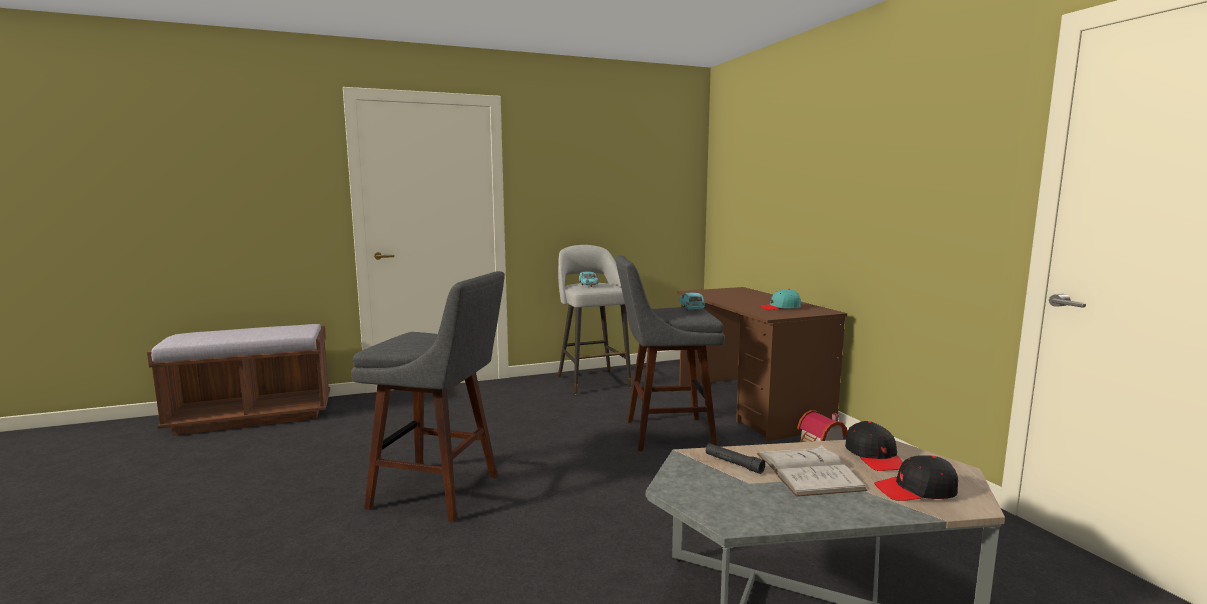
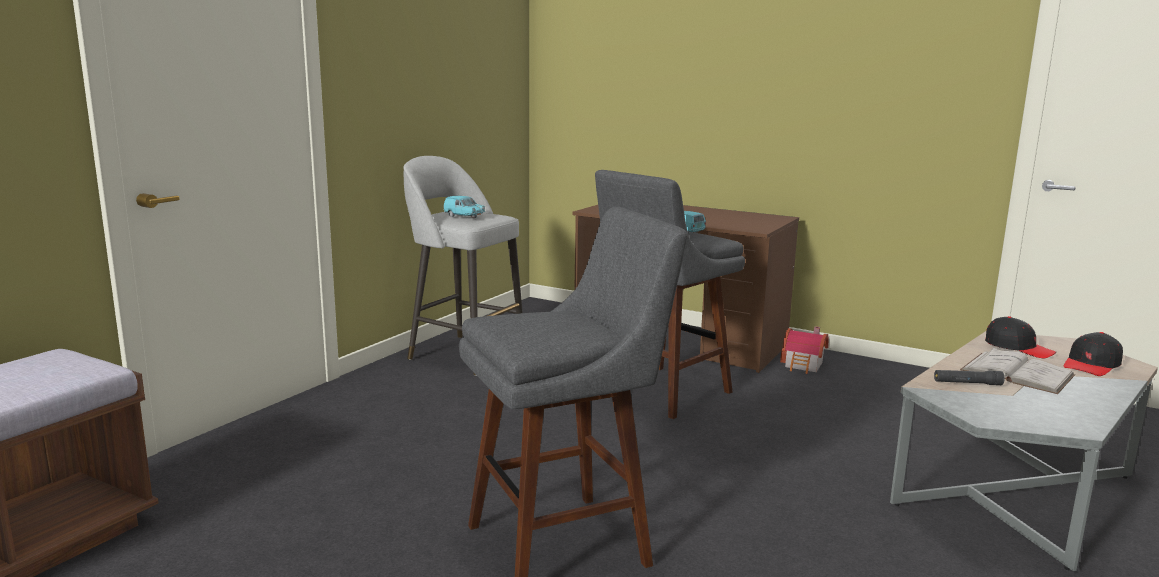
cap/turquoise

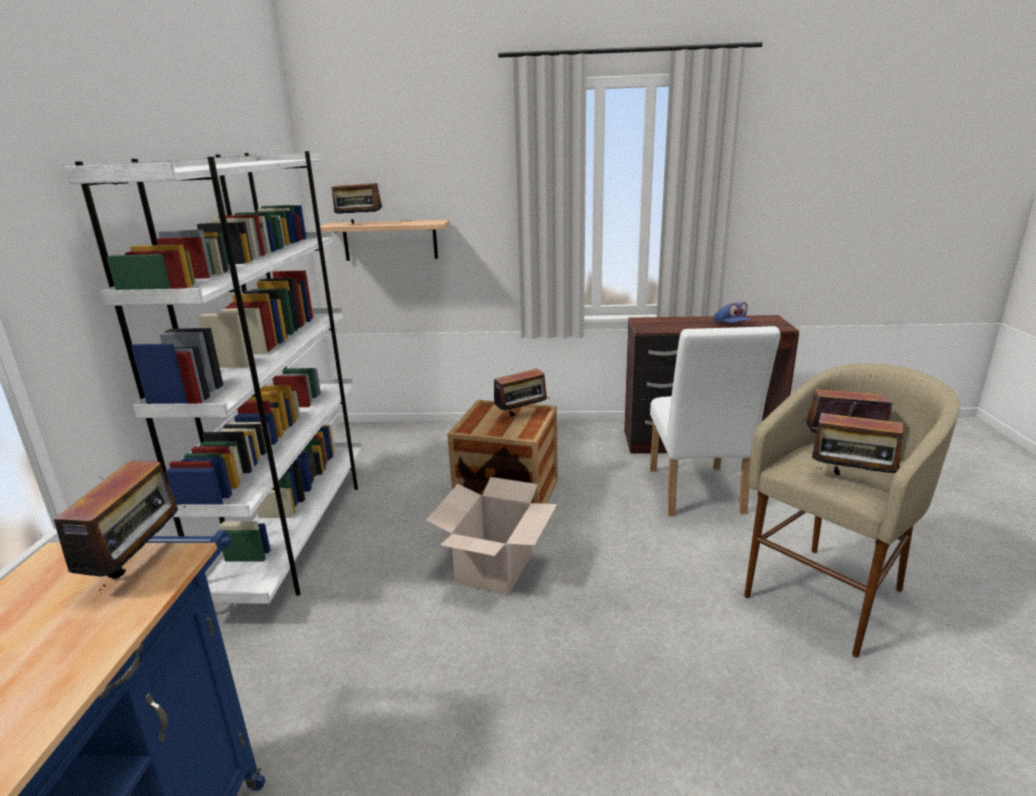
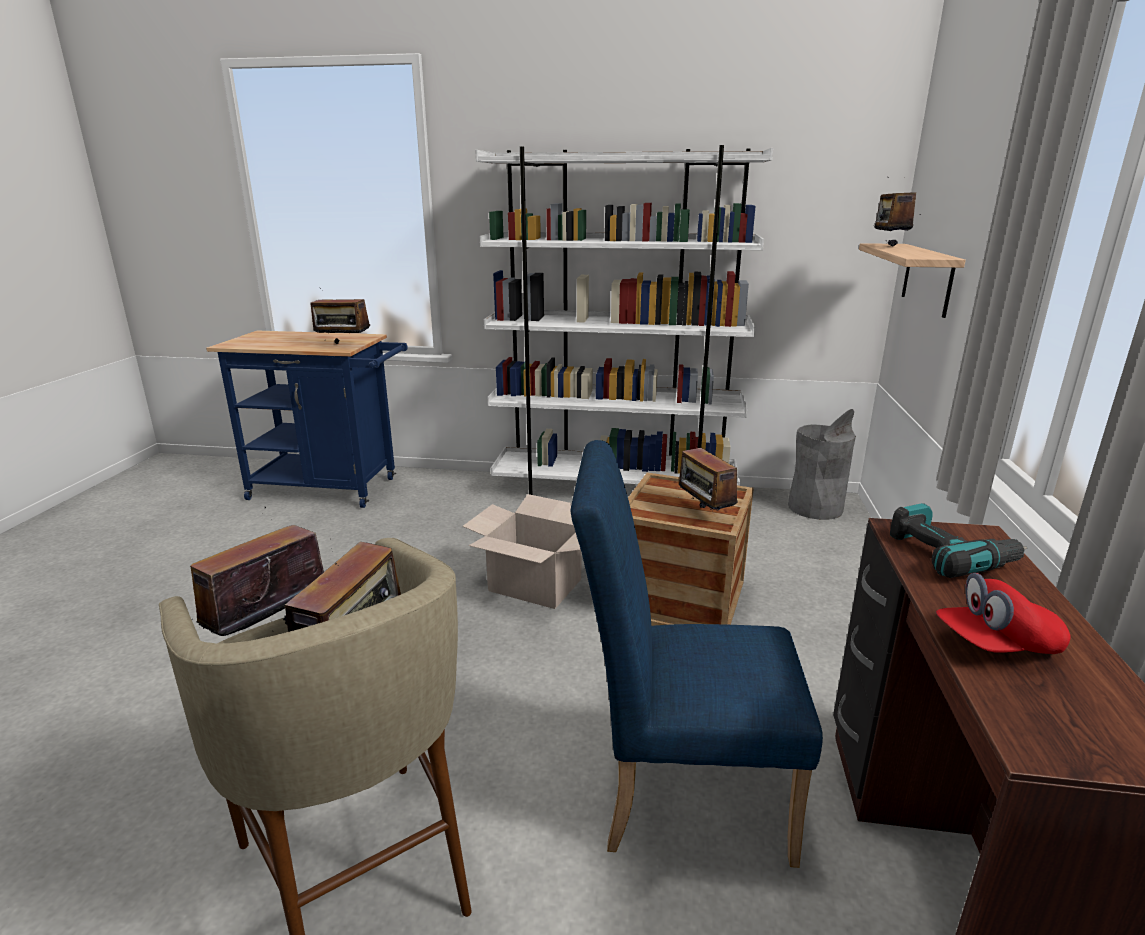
chair/blue
trash can/grey
power drill
cap/red

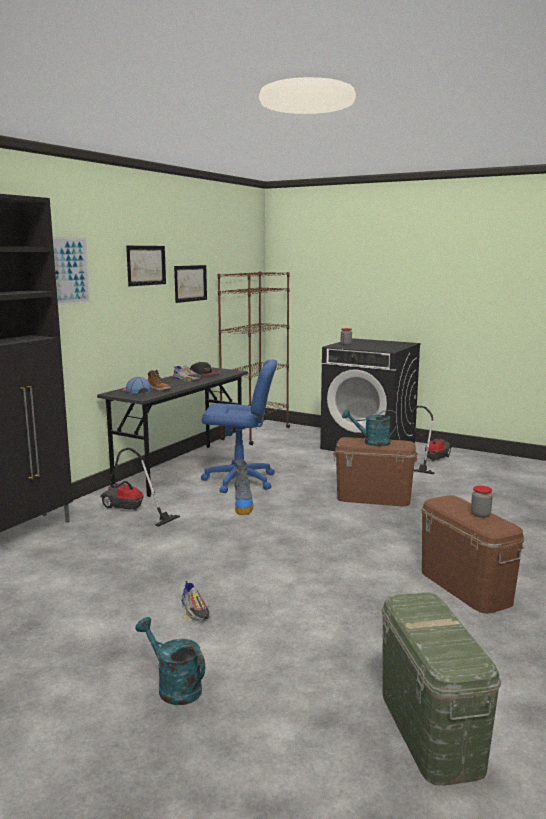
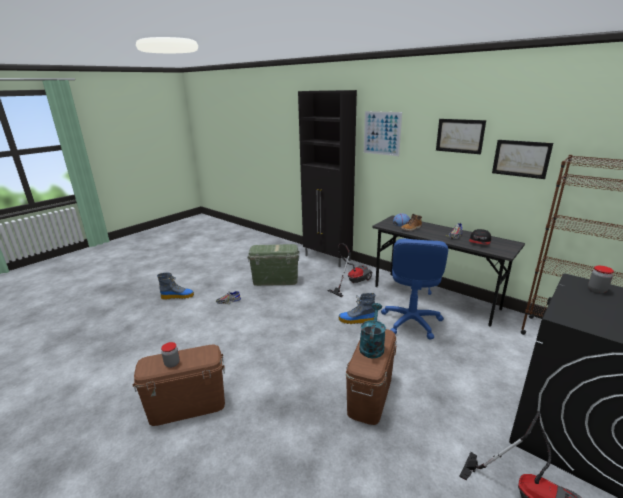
boot (1st from left)
storage box/green

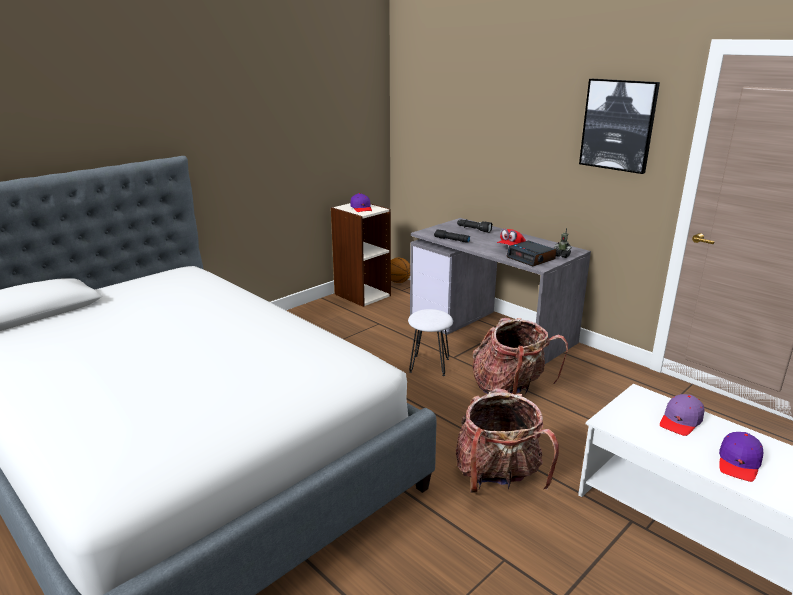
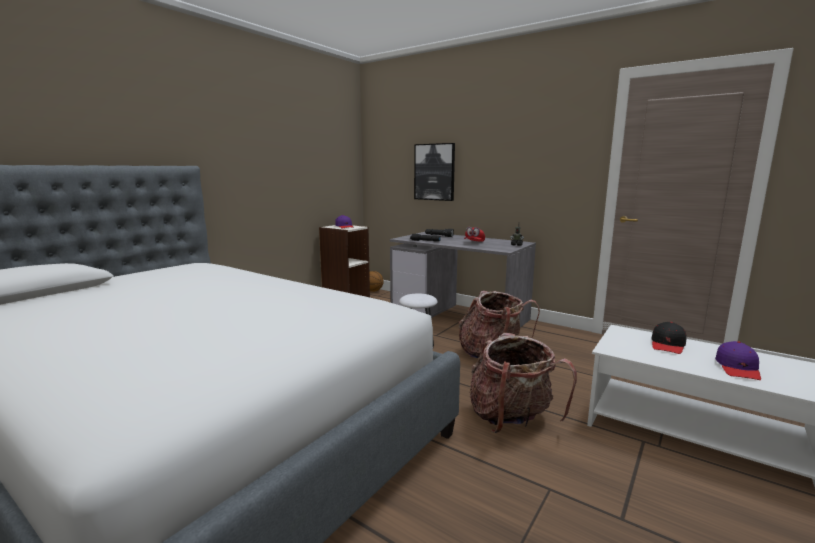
picture
cap/black
alarm clock

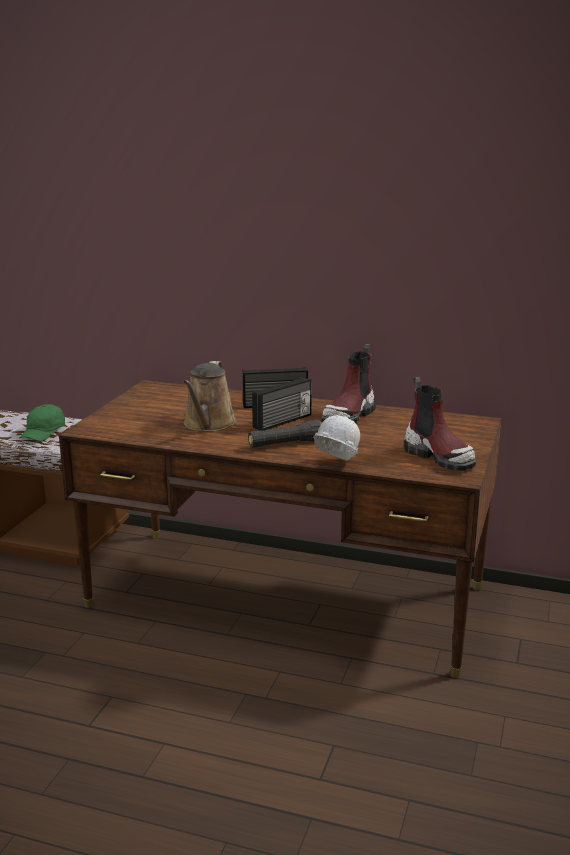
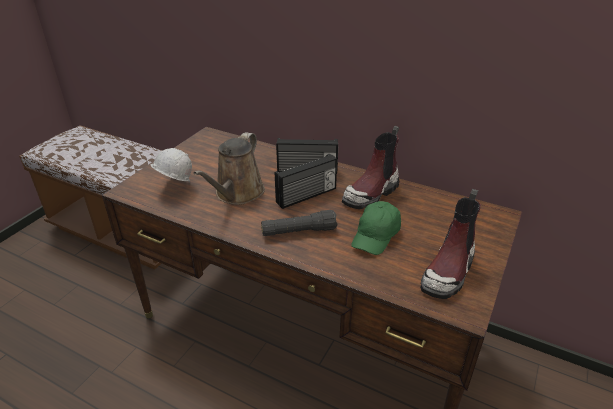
hard hat/white
cap/green
boot (2nd from left)

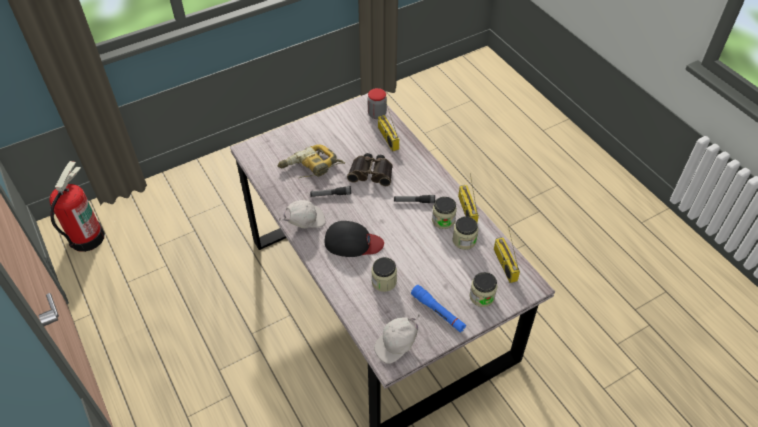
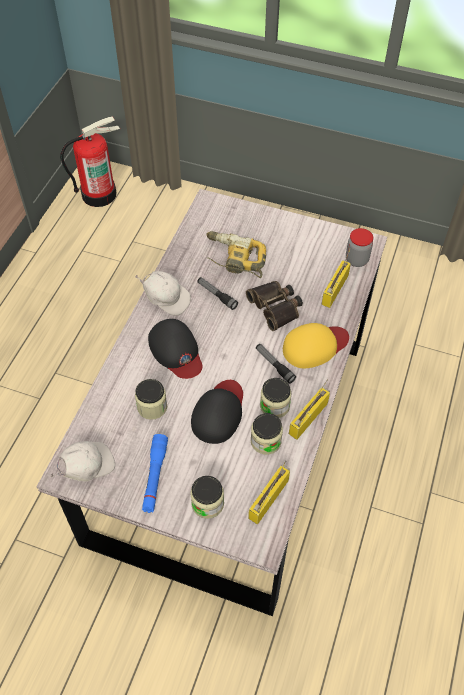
cap/white (1st from left)
cap/black (2nd from left)
cap/yellow

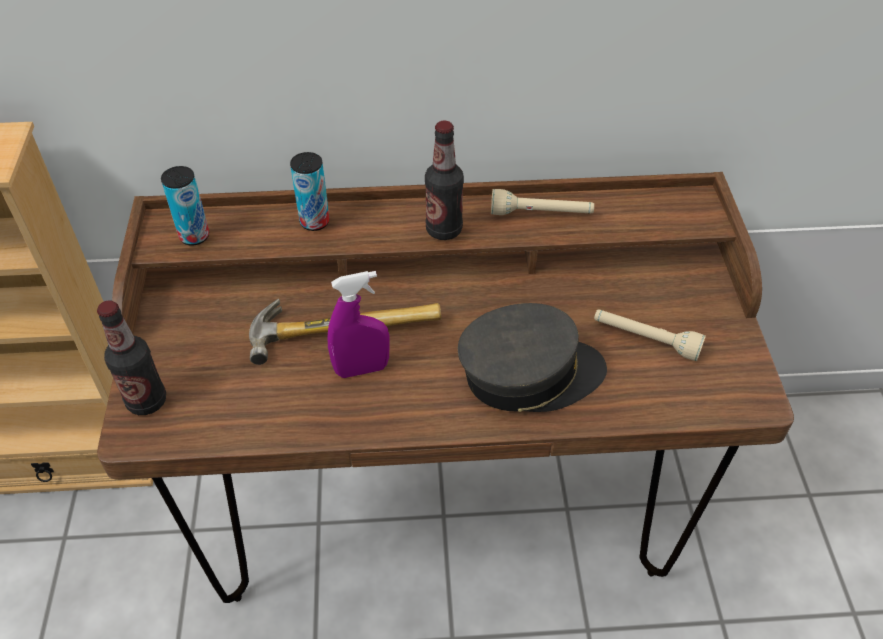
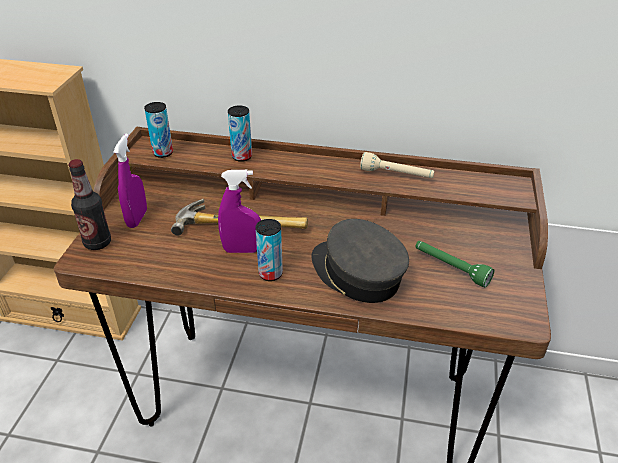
spray bottle/purple (1st from left)
can (3rd from left)
cap/grey
flashlight/green
bottle (2nd from left in the first image)

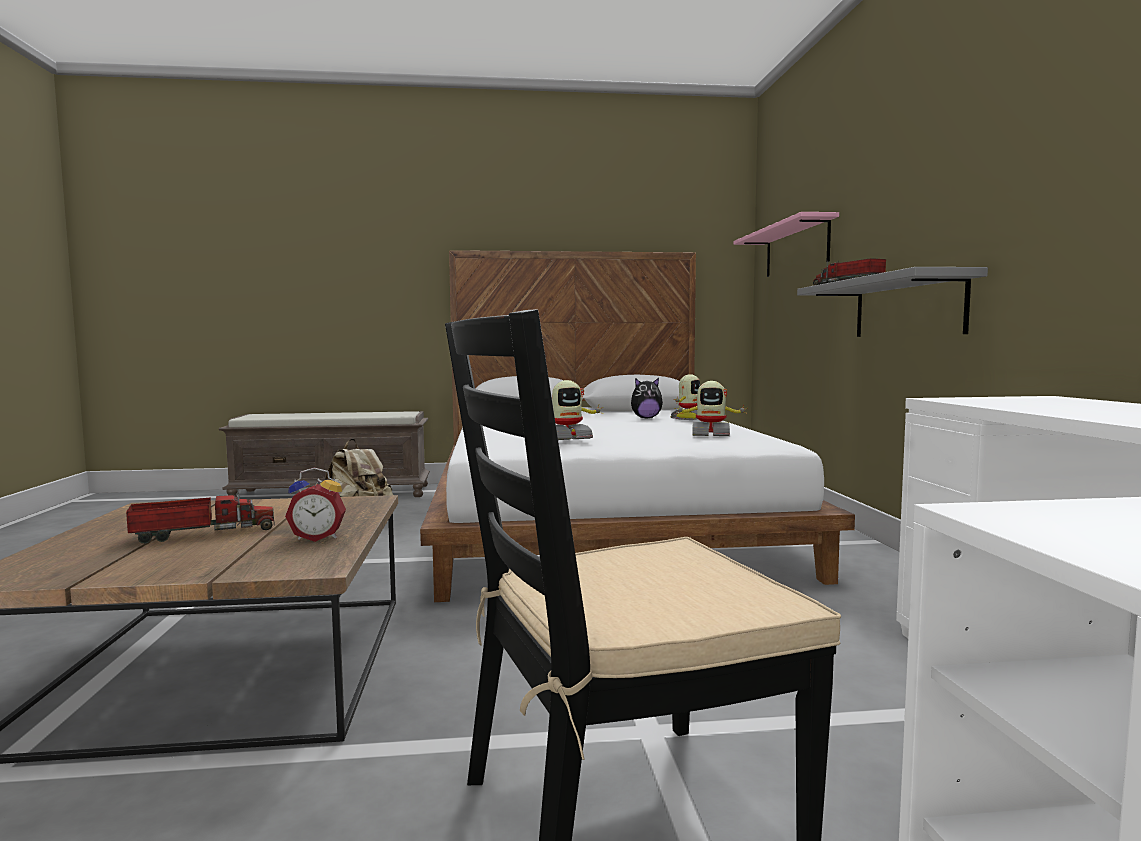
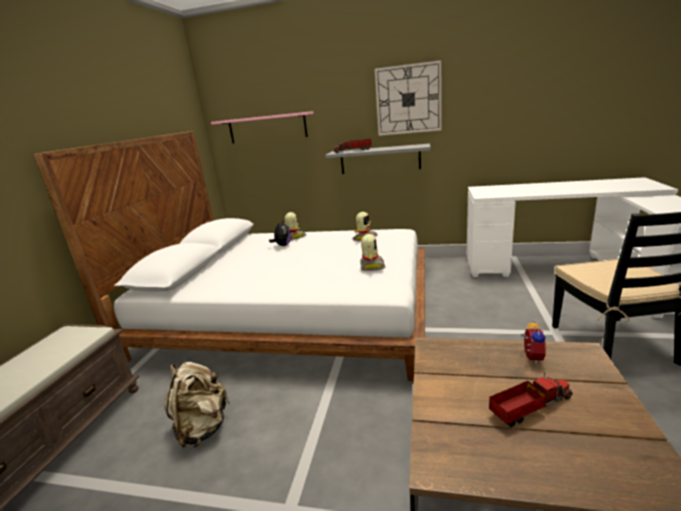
wall clock
toy truck (2nd from left)

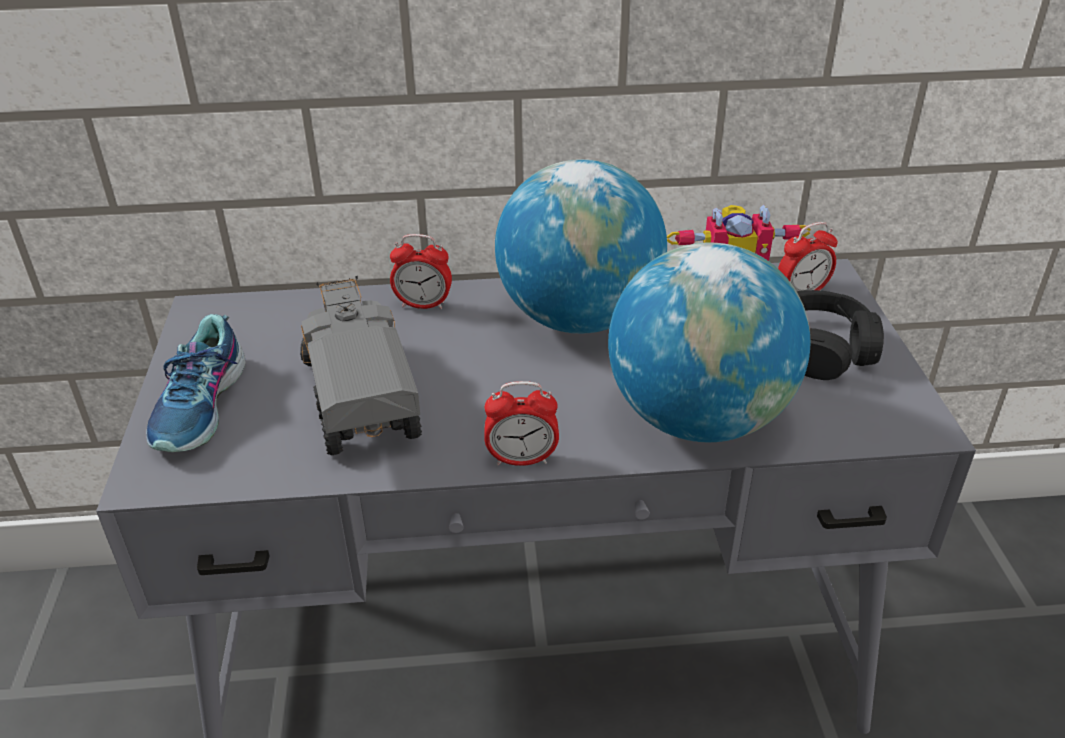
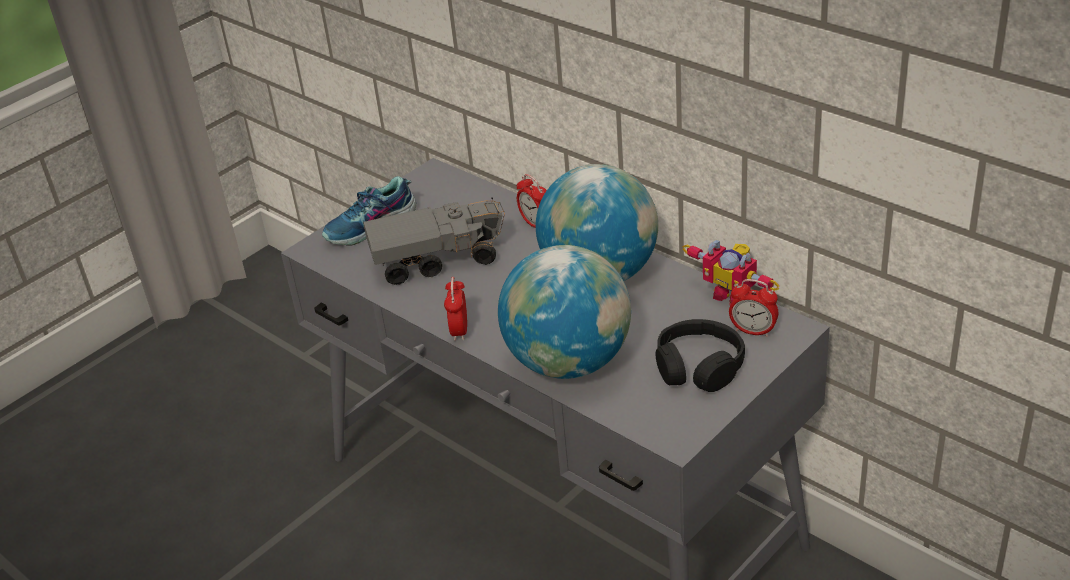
toy truck
alarm clock (1st from left)

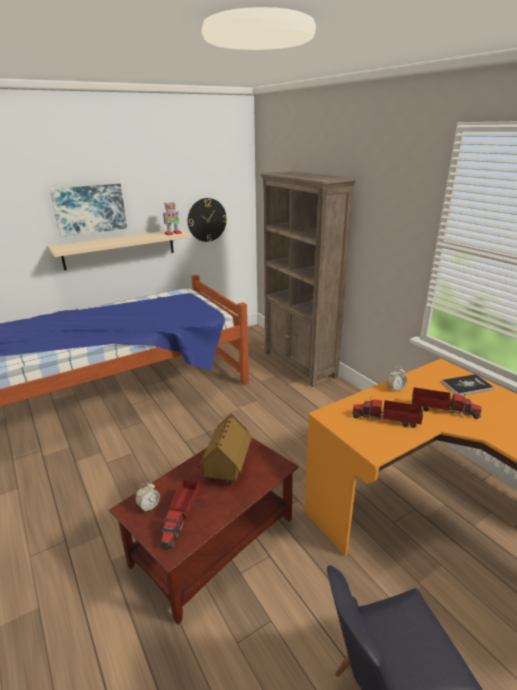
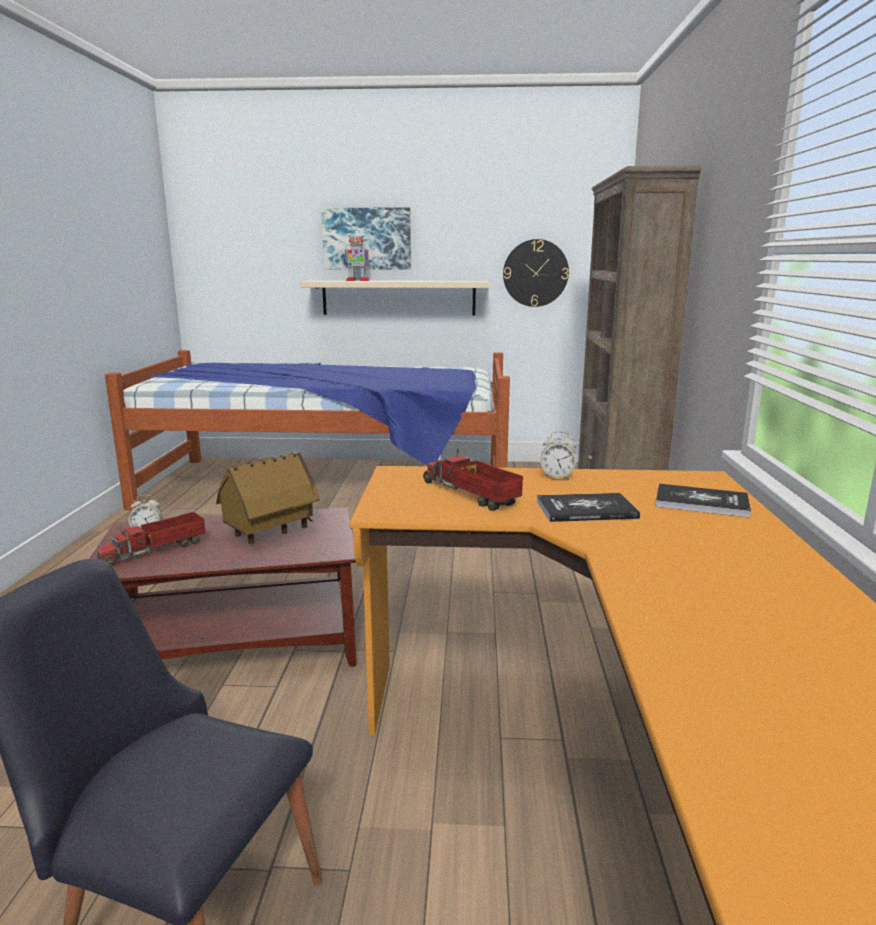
toy robot
book (1st from left)

